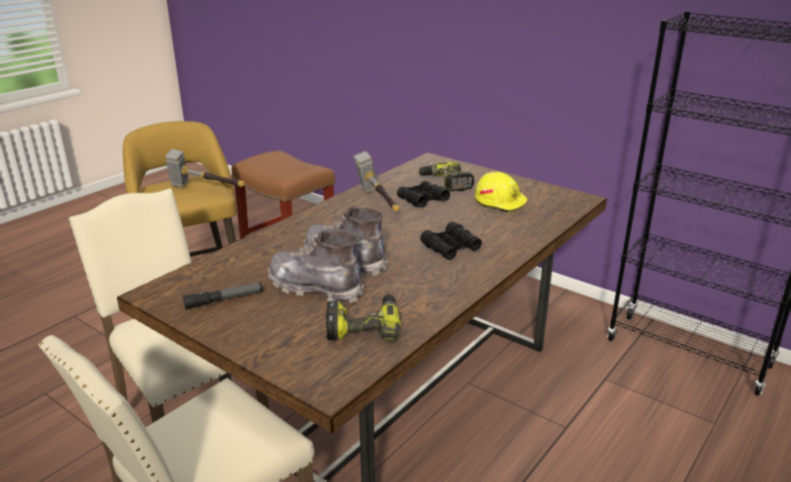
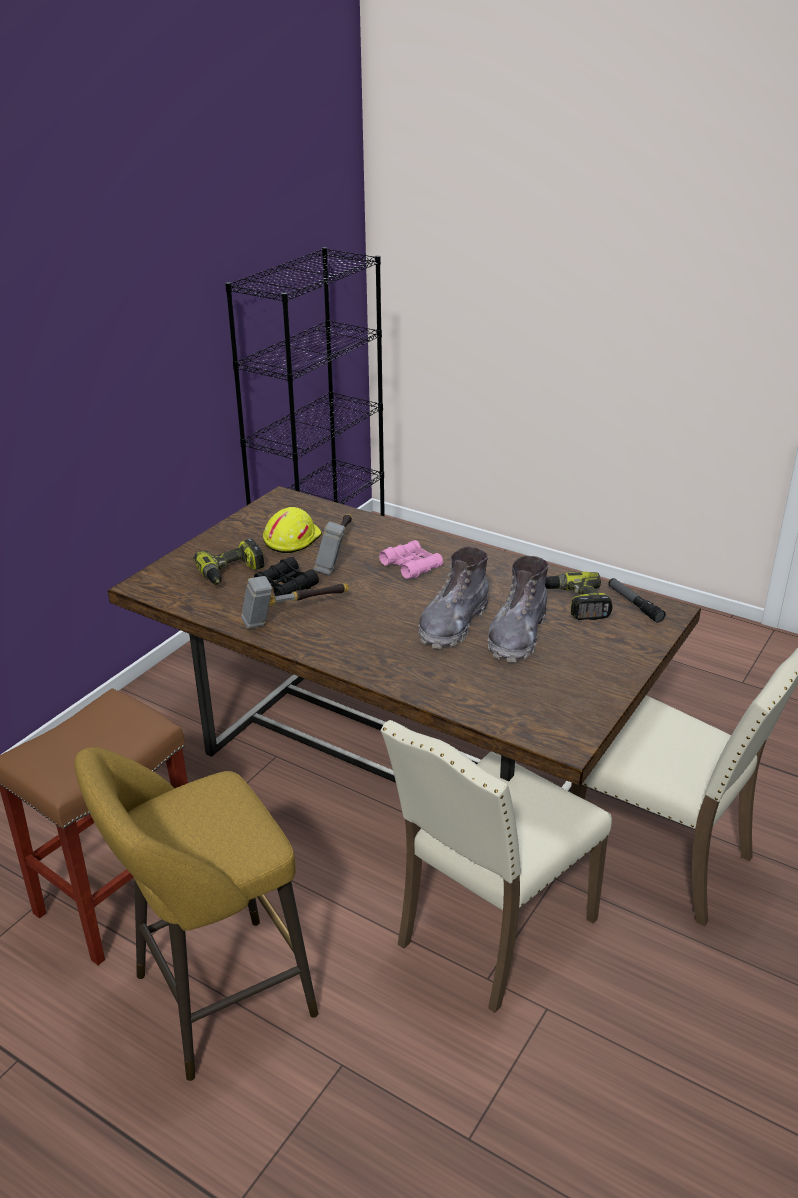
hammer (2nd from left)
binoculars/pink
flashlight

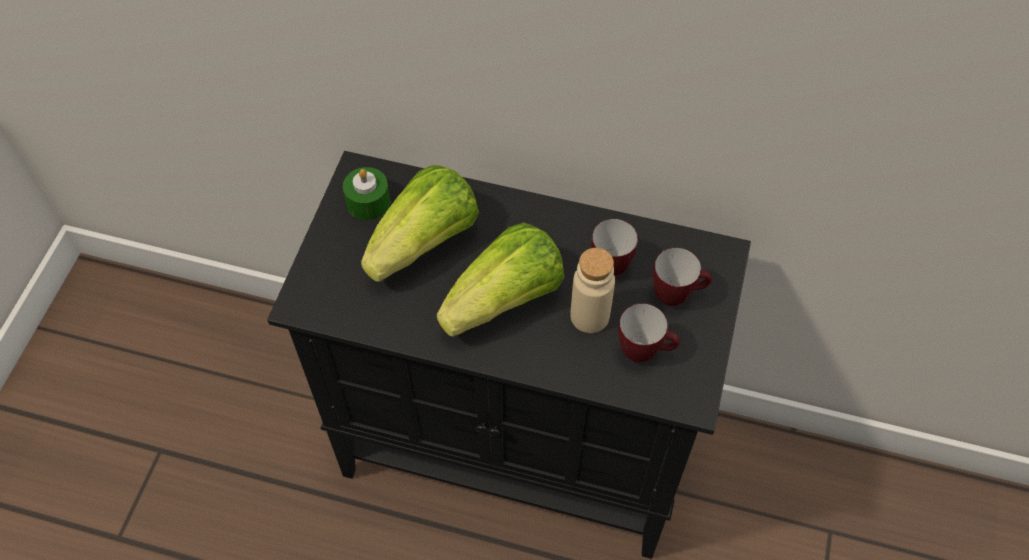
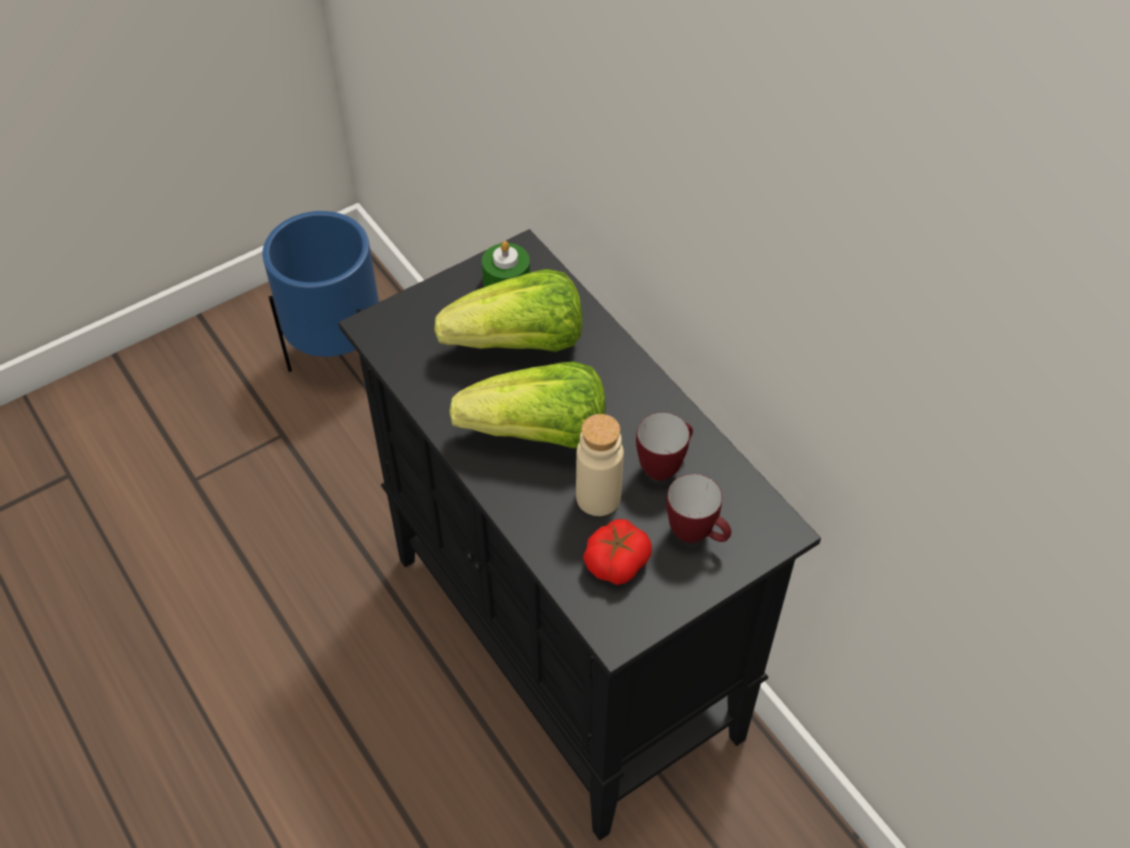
planter/blue
tomato

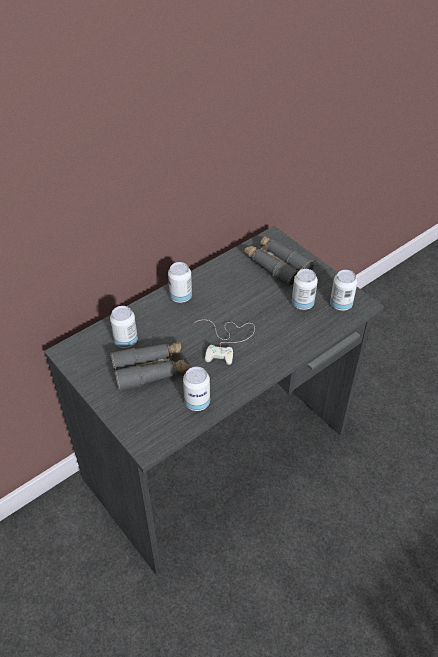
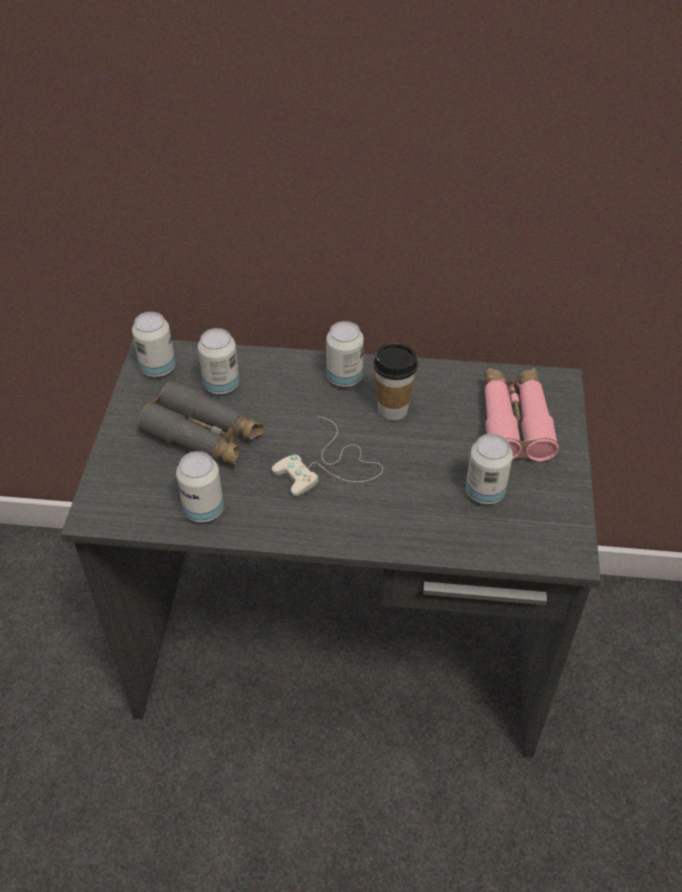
can (1st from left)
cup
binoculars/pink

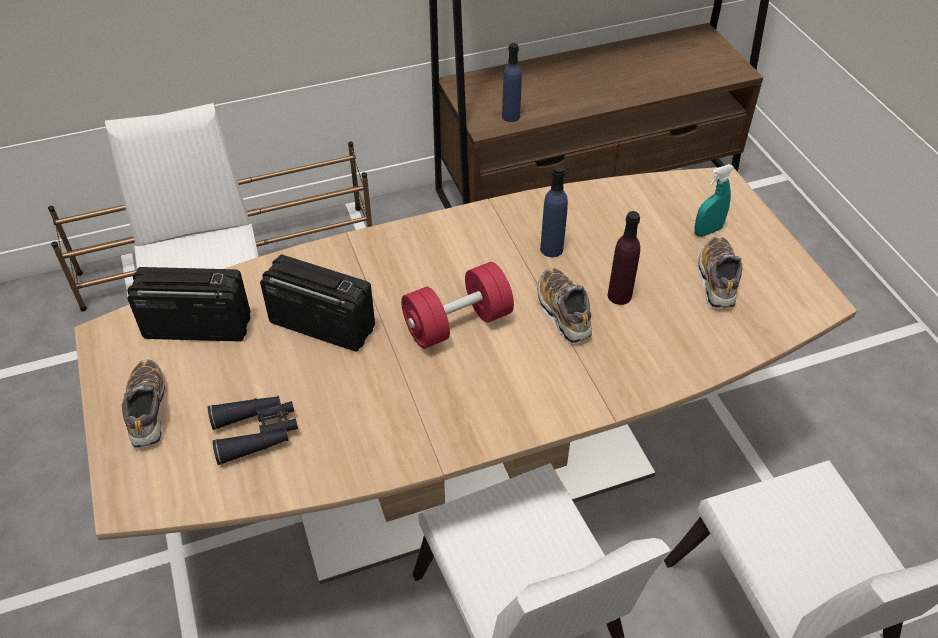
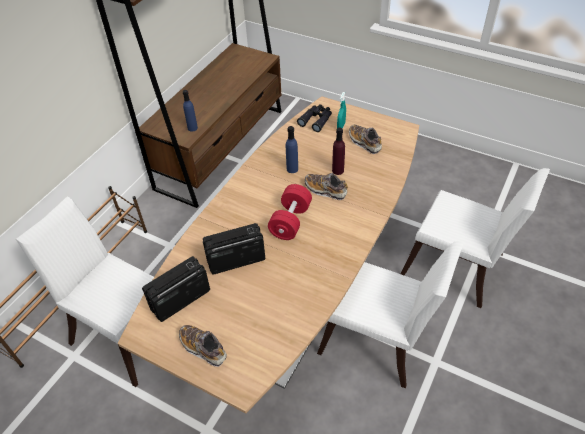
binoculars/black

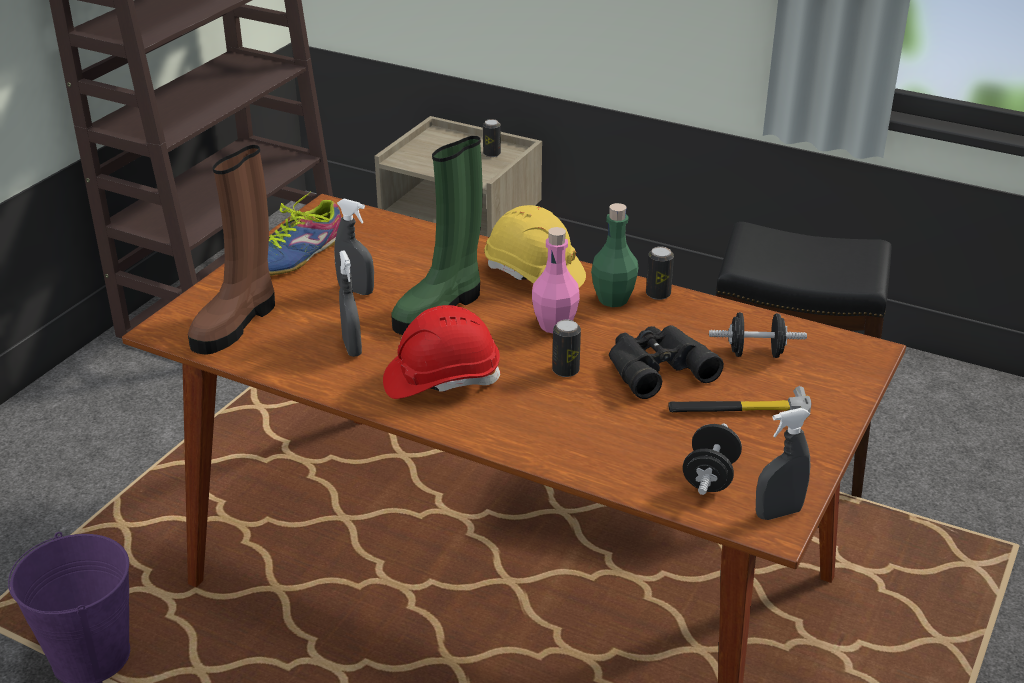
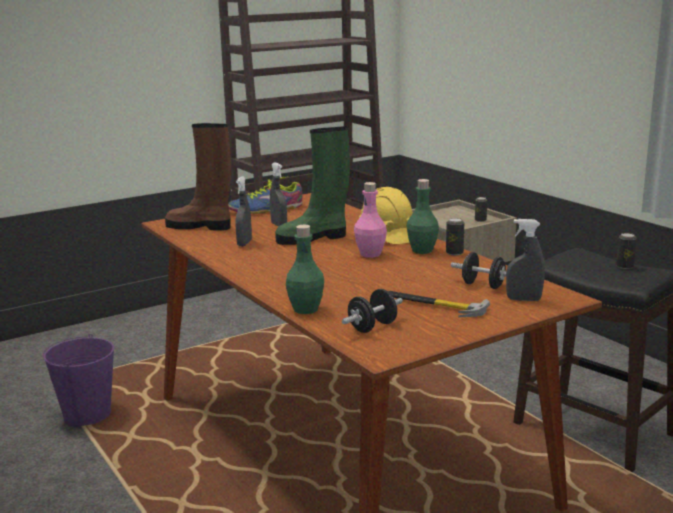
boot/brown
bottle/green (1st from left)
spray bottle/grey (3rd from left)
can (3rd from left)
hard hat/red
binoculars/black

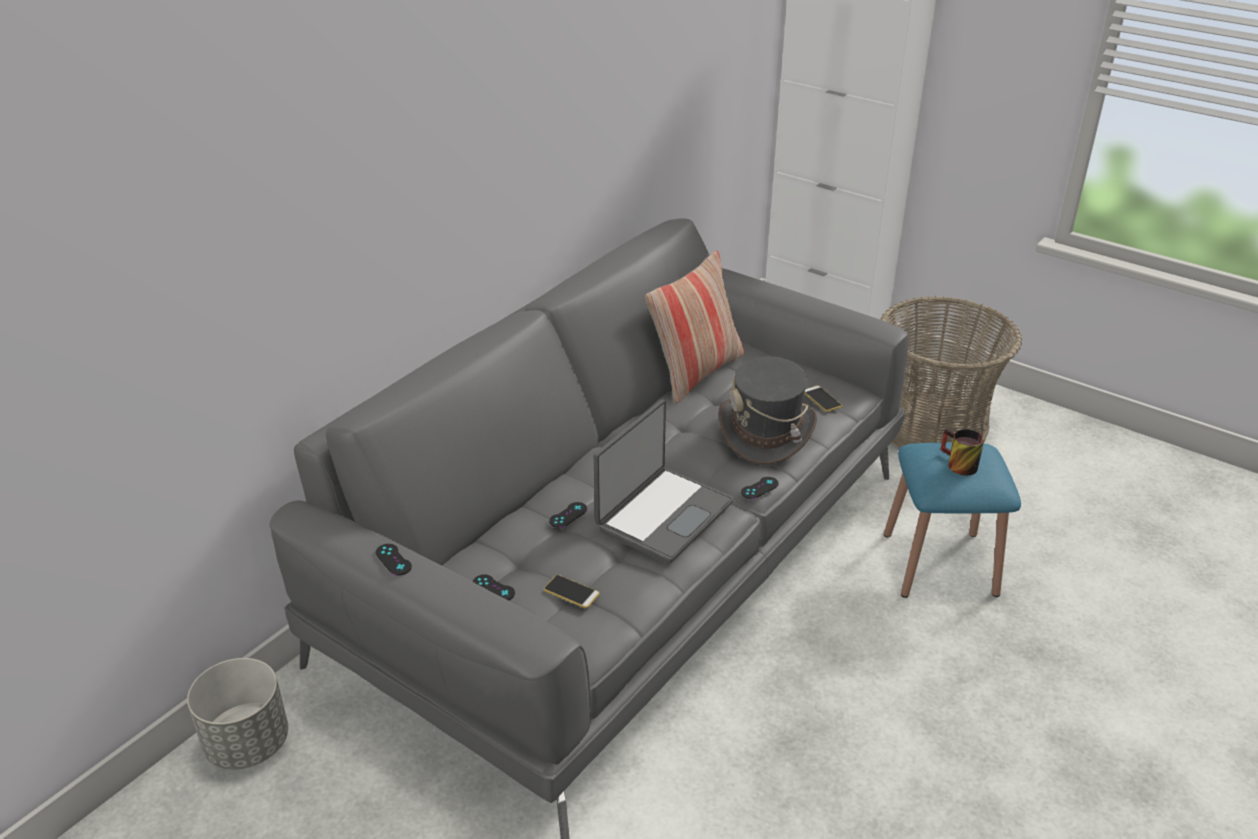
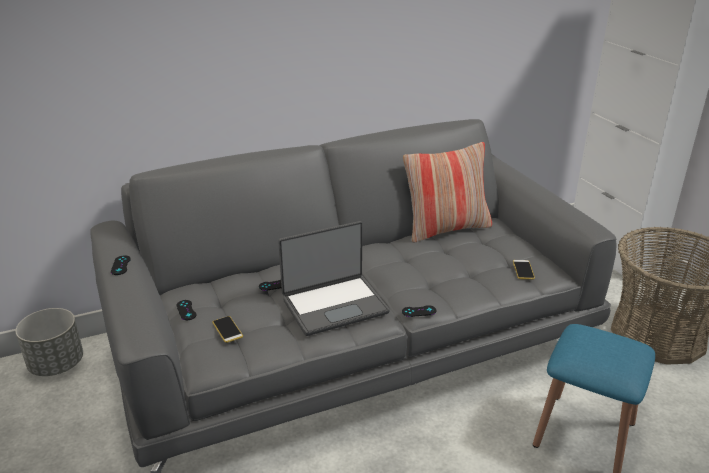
hat/grey
mug

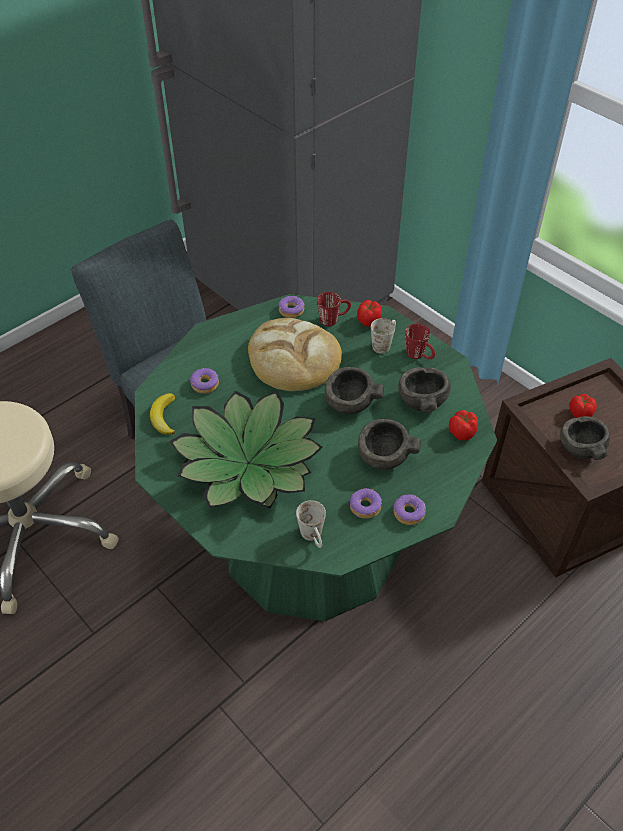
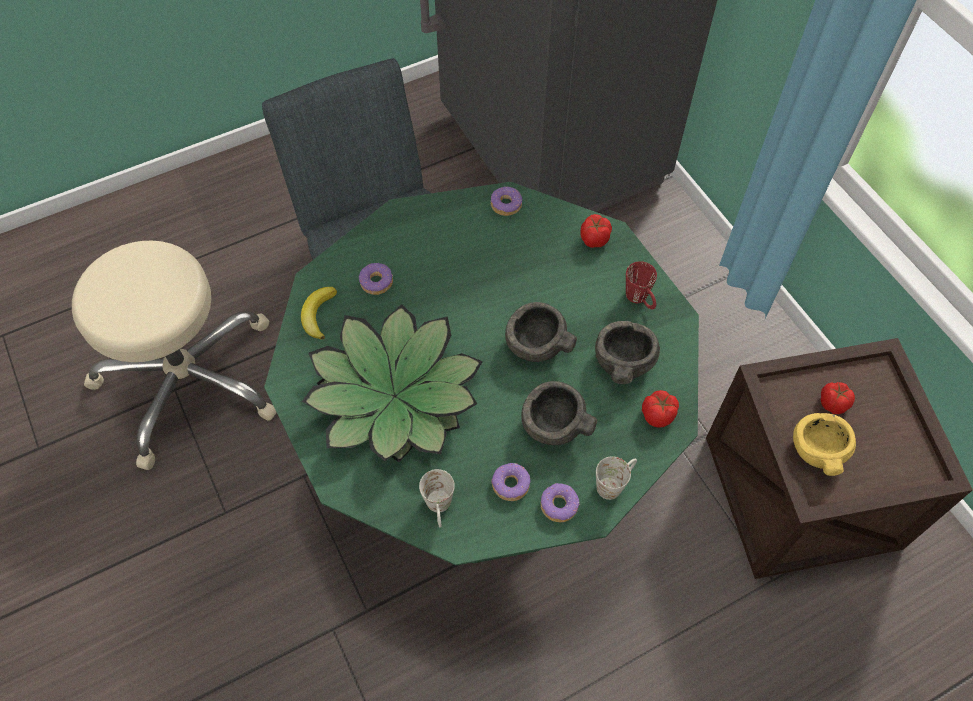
mug/white (2nd from left)
bowl/yellow
bread
mug/red (1st from left in the first image)

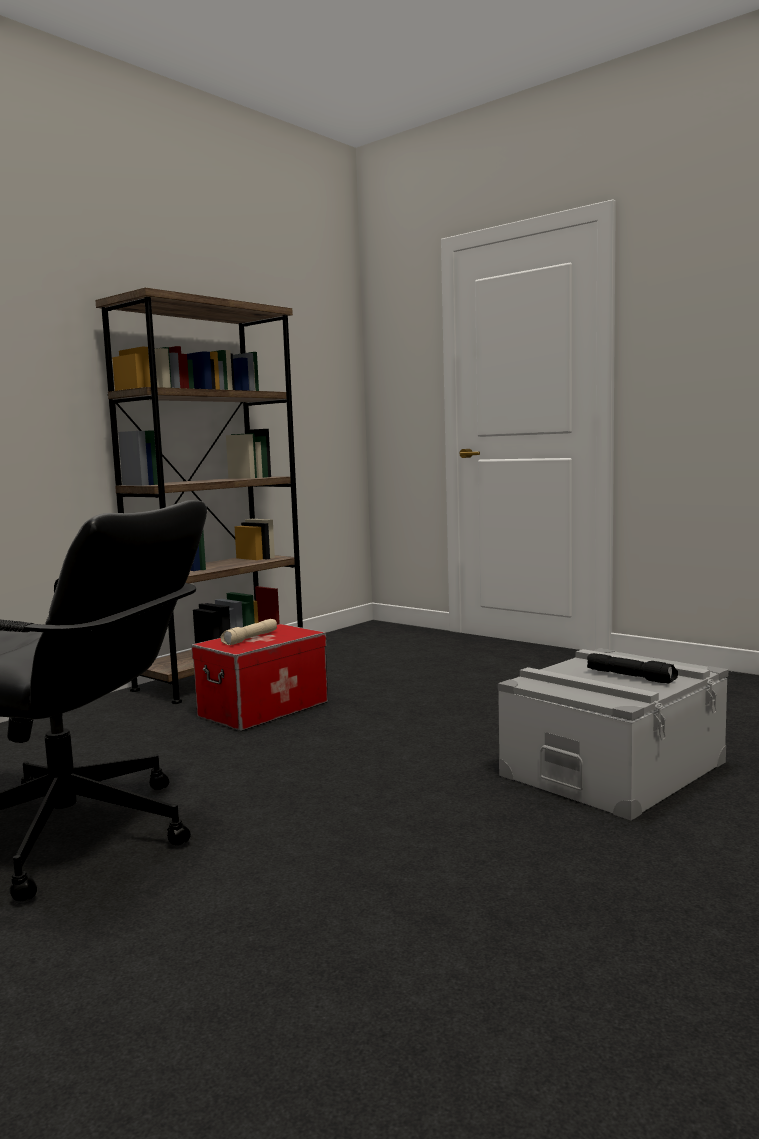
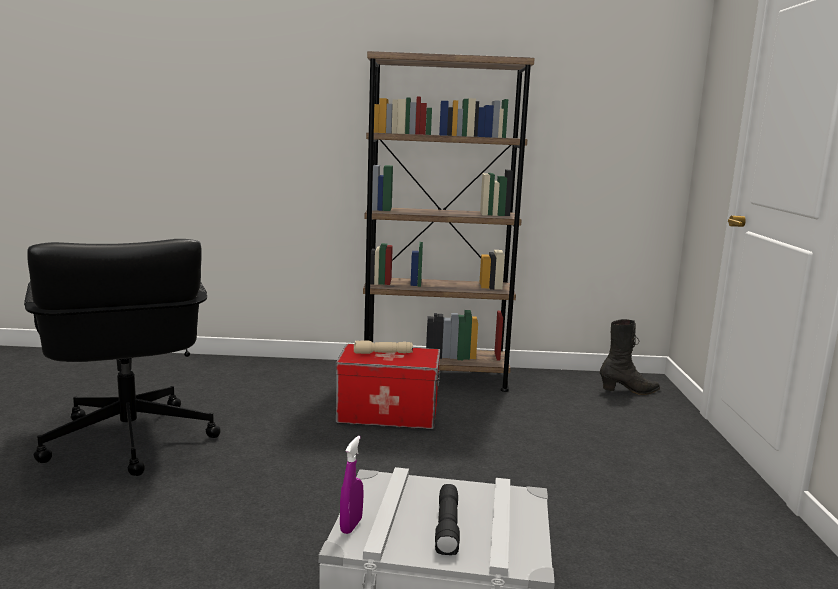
spray bottle/purple
boot/black

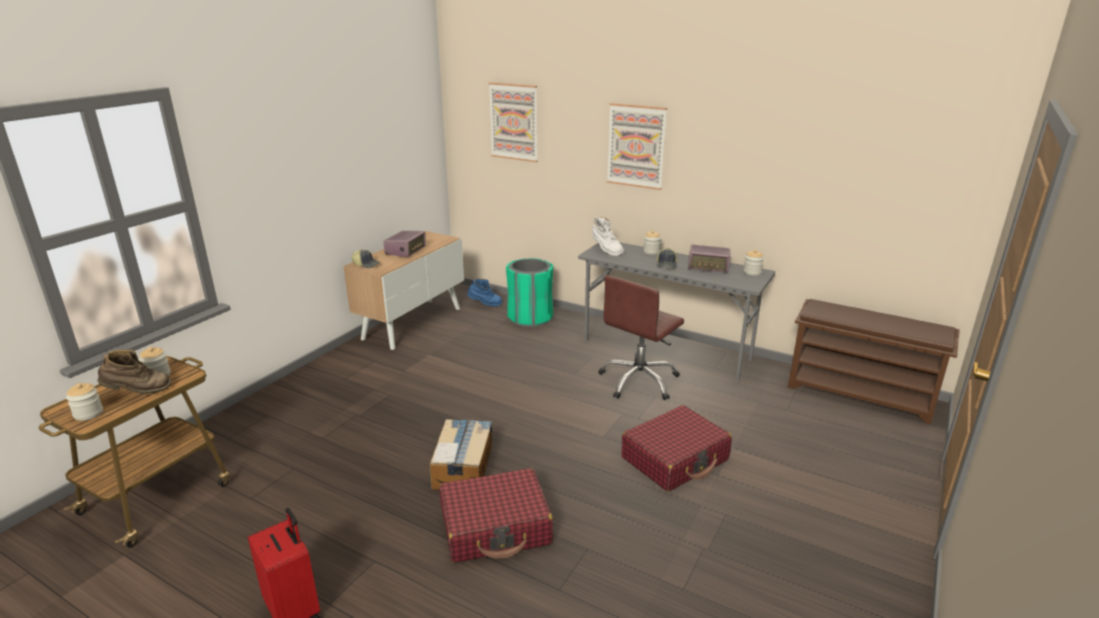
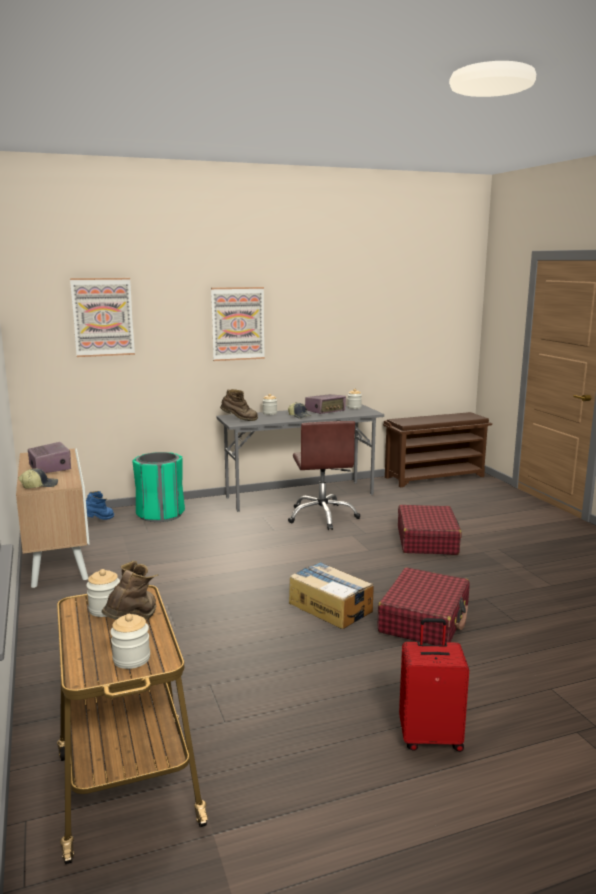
boot/brown (2nd from left)

